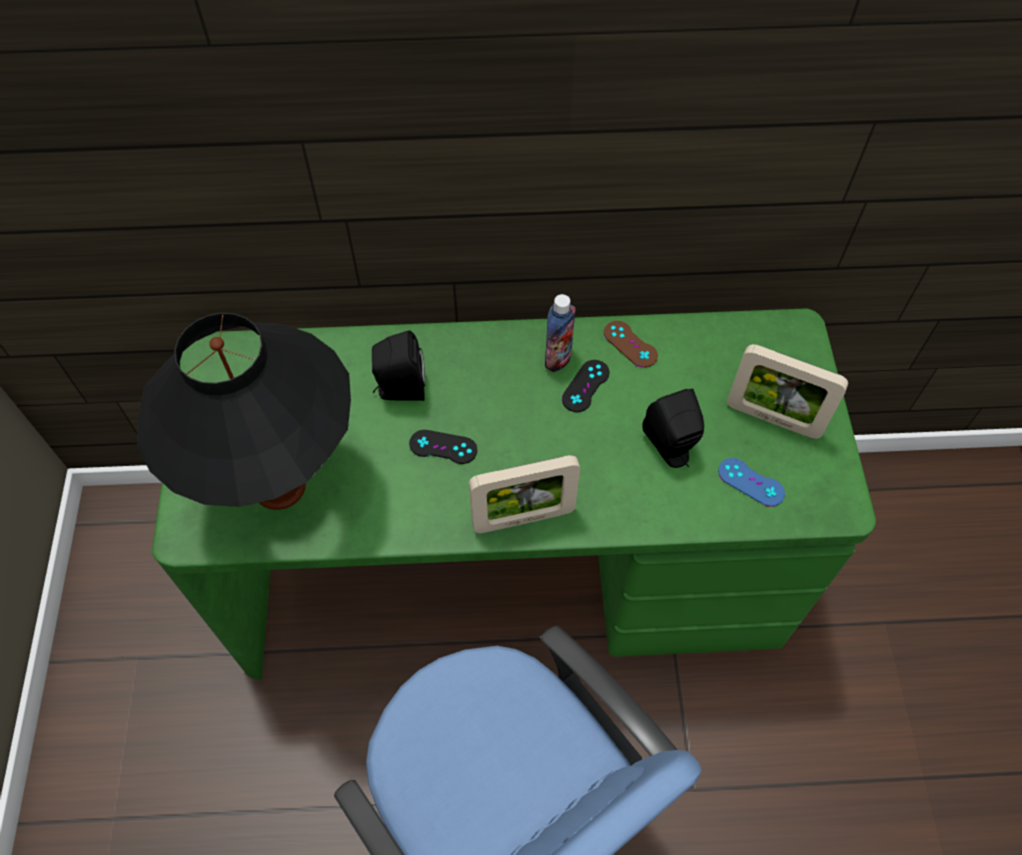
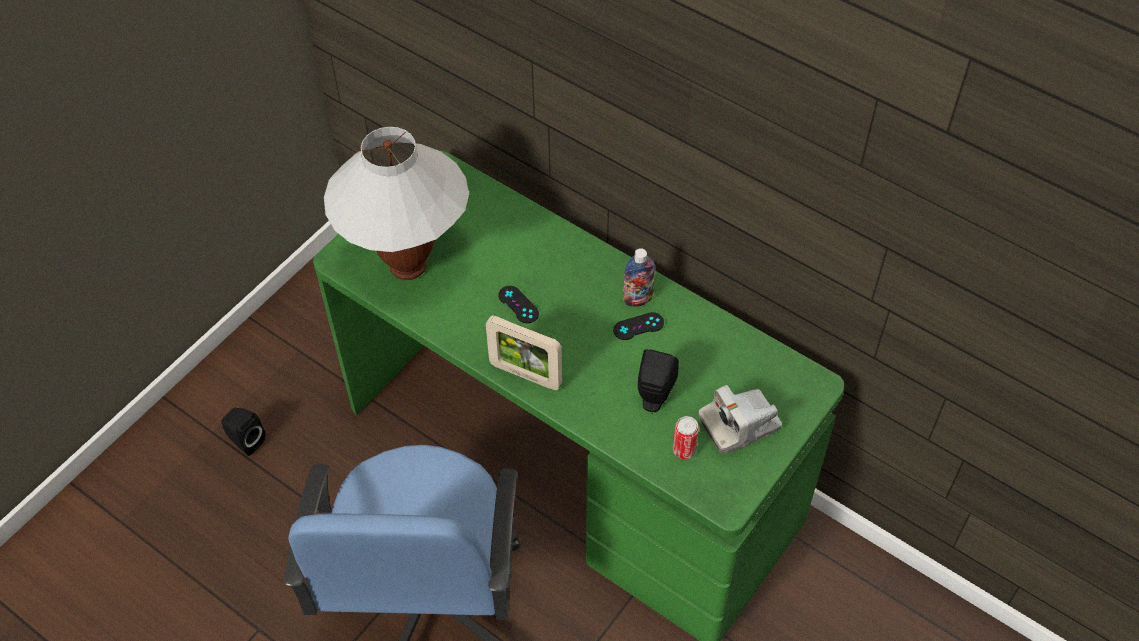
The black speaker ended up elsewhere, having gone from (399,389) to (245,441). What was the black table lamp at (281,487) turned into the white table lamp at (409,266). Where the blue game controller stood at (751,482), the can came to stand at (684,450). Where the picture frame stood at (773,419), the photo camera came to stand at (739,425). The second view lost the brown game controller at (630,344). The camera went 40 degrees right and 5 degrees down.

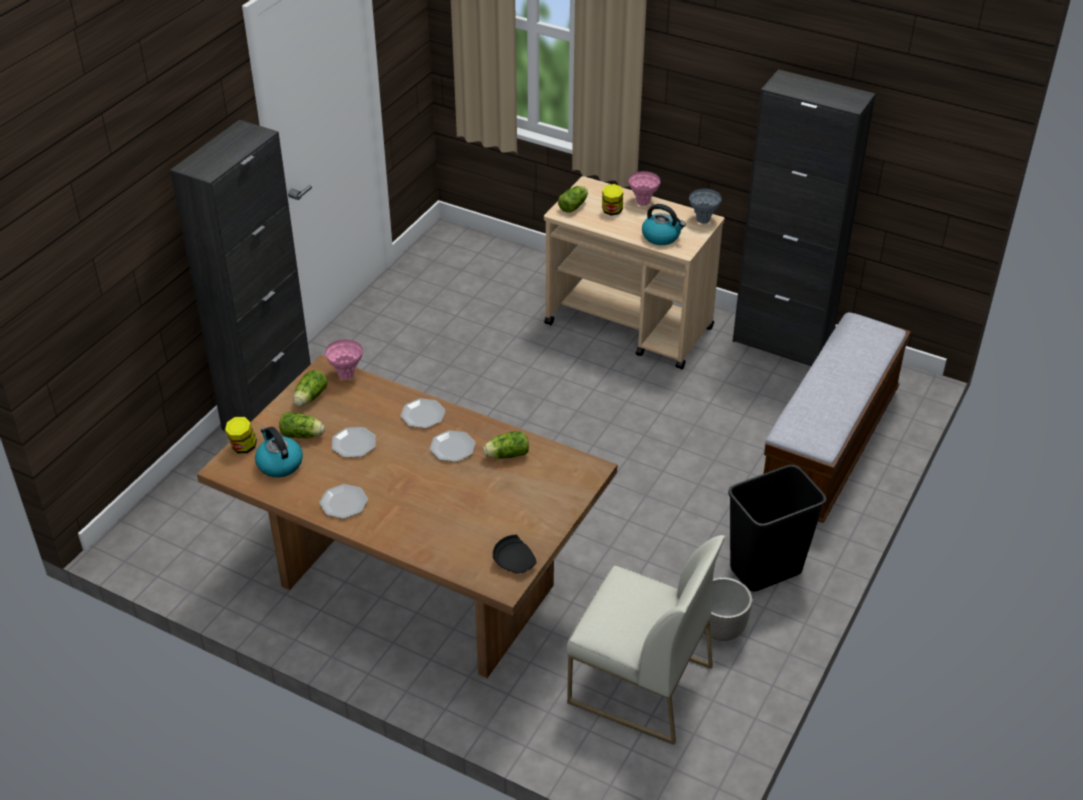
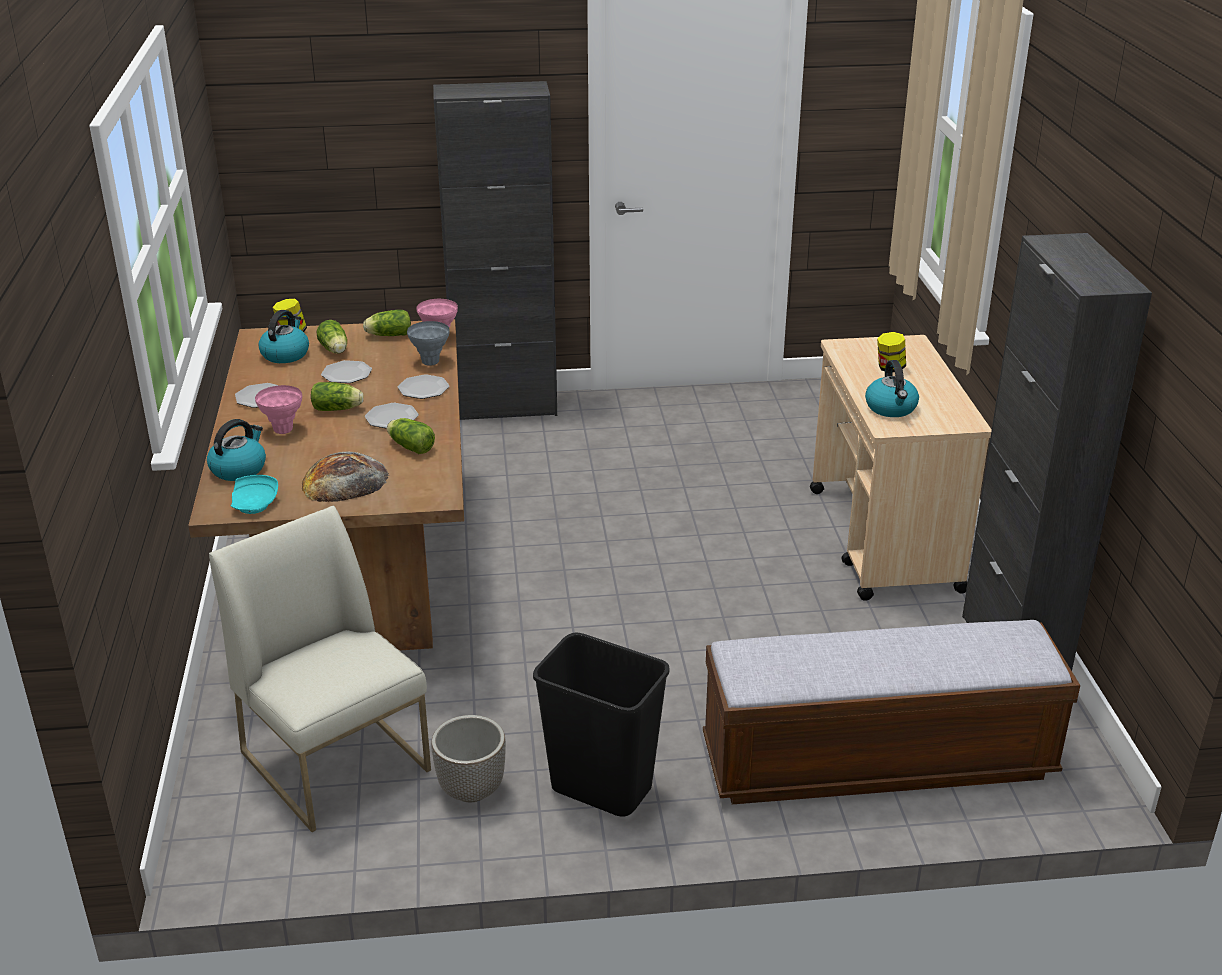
The second view gained the kettle at (239,469). The white chair at (639,685) ended up facing another way, 150 degrees clockwise from before. What was the black plate at (515,562) turned into the turquoise plate at (255,504). The pink vase ended up elsewhere, having gone from (643,202) to (283,430). The second view gained the bread at (345,481). The lettuce ended up elsewhere, having gone from (574,205) to (338,409). The grey vase ended up elsewhere, having gone from (703,220) to (430,362). The camera went 55 degrees right and 10 degrees down.

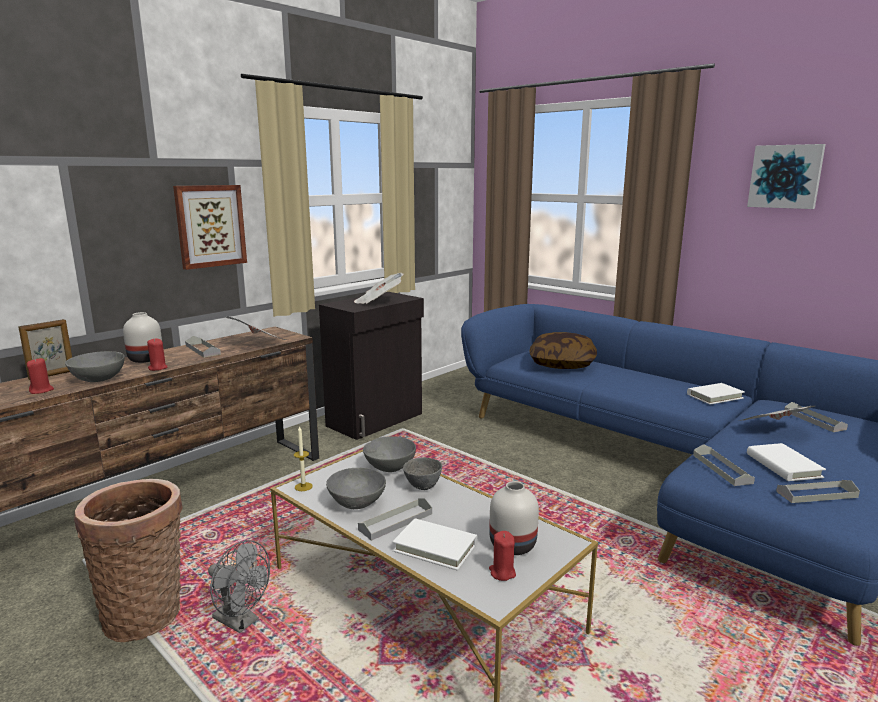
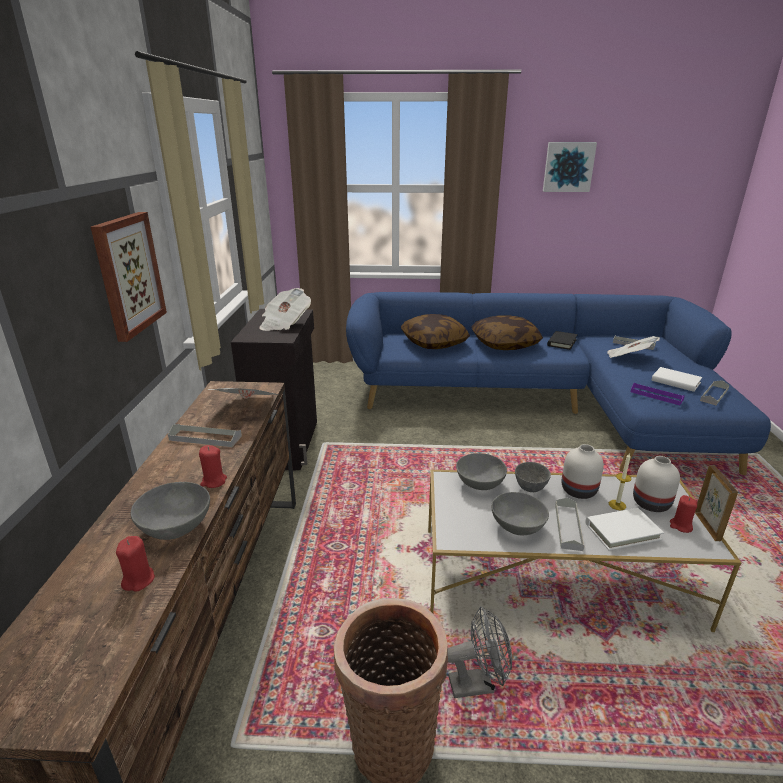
The second view gained the pillow at (505,344). What was the white book at (715,396) turned into the black book at (562,342). The white vase ended up elsewhere, having gone from (146,359) to (577,490). The candle ended up elsewhere, having gone from (303,486) to (617,505). What was the grey tray at (721,469) turned into the purple tray at (656,396). The picture frame ended up elsewhere, having gone from (52,375) to (707,526). The camera went 40 degrees left and 10 degrees up.

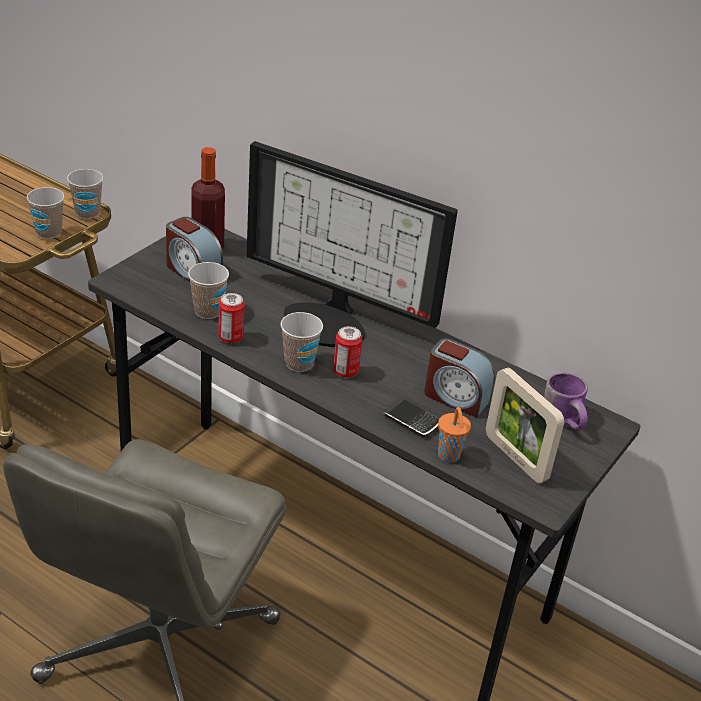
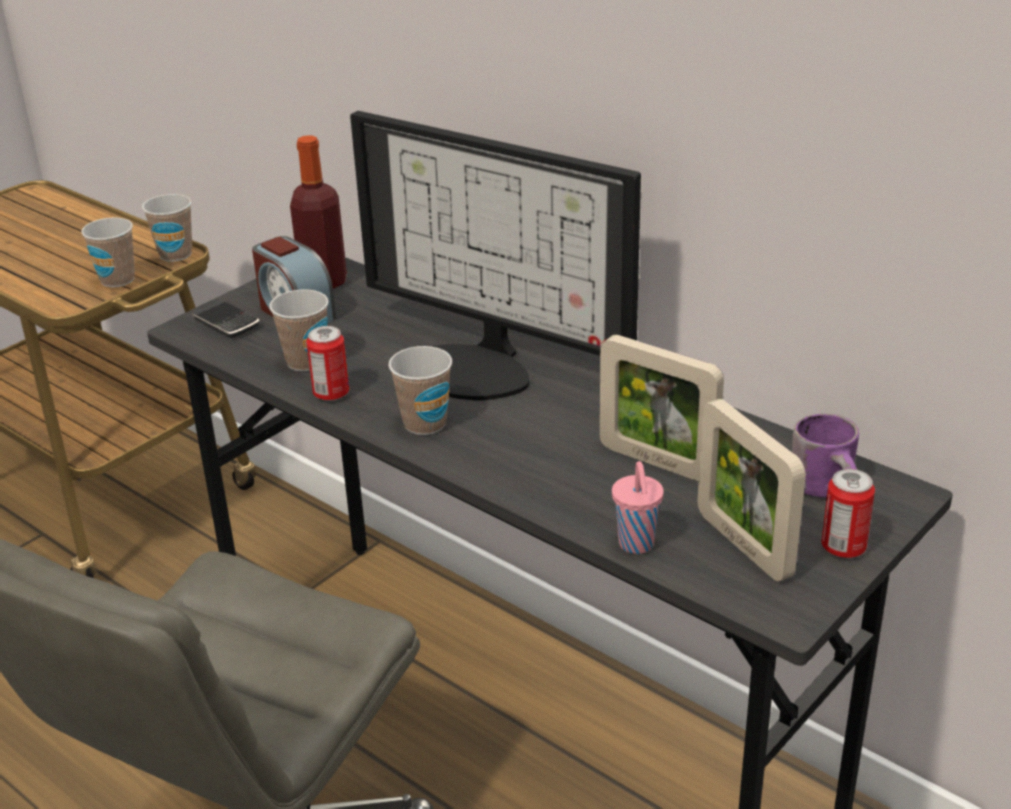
The phone ended up elsewhere, having gone from (411,420) to (226,323). Where the alarm clock stood at (455,397), the picture frame came to stand at (657,462). What was the orange cup at (449,456) turned into the pink cup at (636,545). The can ended up elsewhere, having gone from (345,371) to (843,548). The camera went 10 degrees right and 5 degrees down.

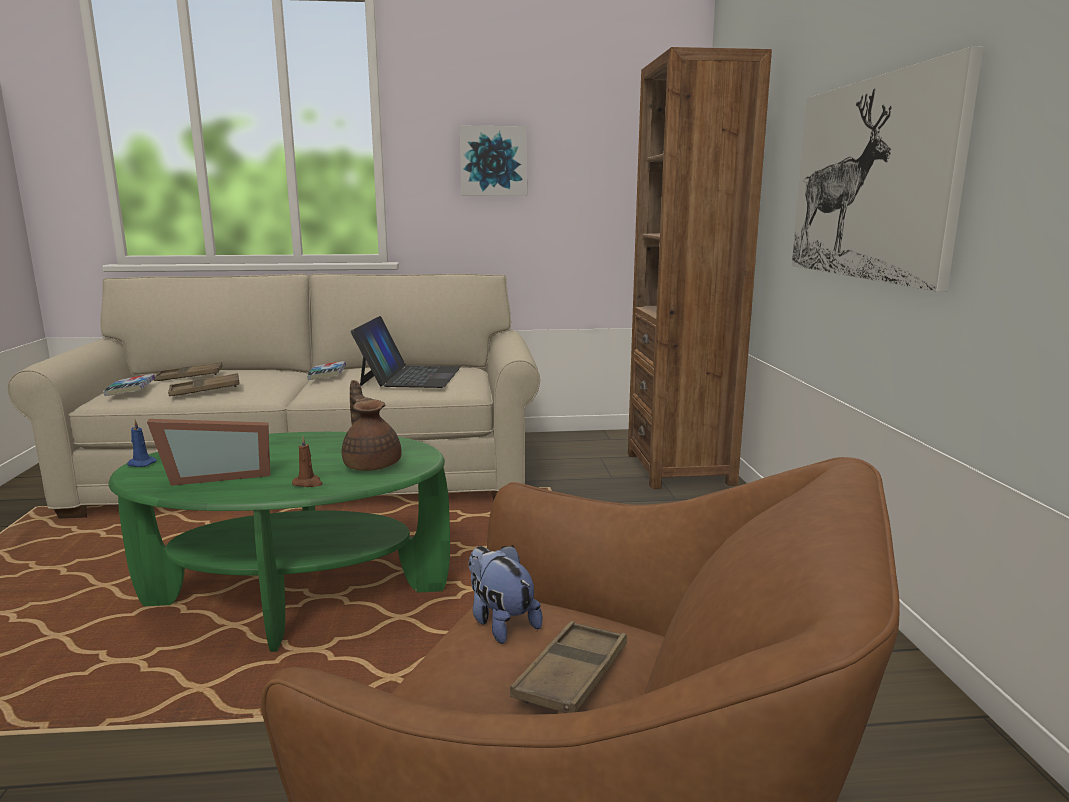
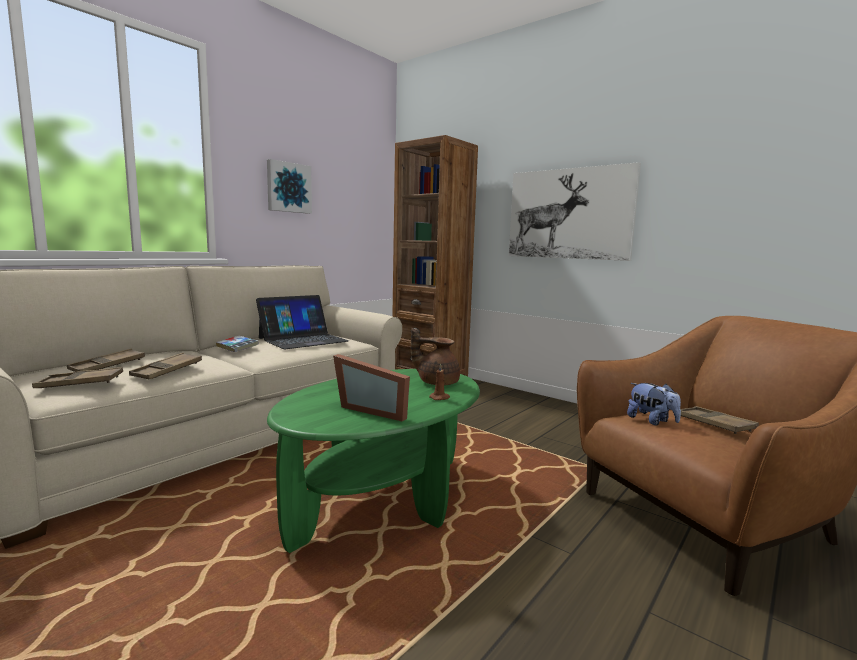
Where the book stood at (130,390), the brown tray came to stand at (80,383). The laptop at (410,376) ended up facing another way, 90 degrees clockwise from before. The picture frame at (217,476) ended up facing another way, 90 degrees clockwise from before. The plush toy at (500,622) ended up facing another way, 135 degrees counterclockwise from before. The second view lost the blue candle at (140,464). The camera went 45 degrees left and 5 degrees down.

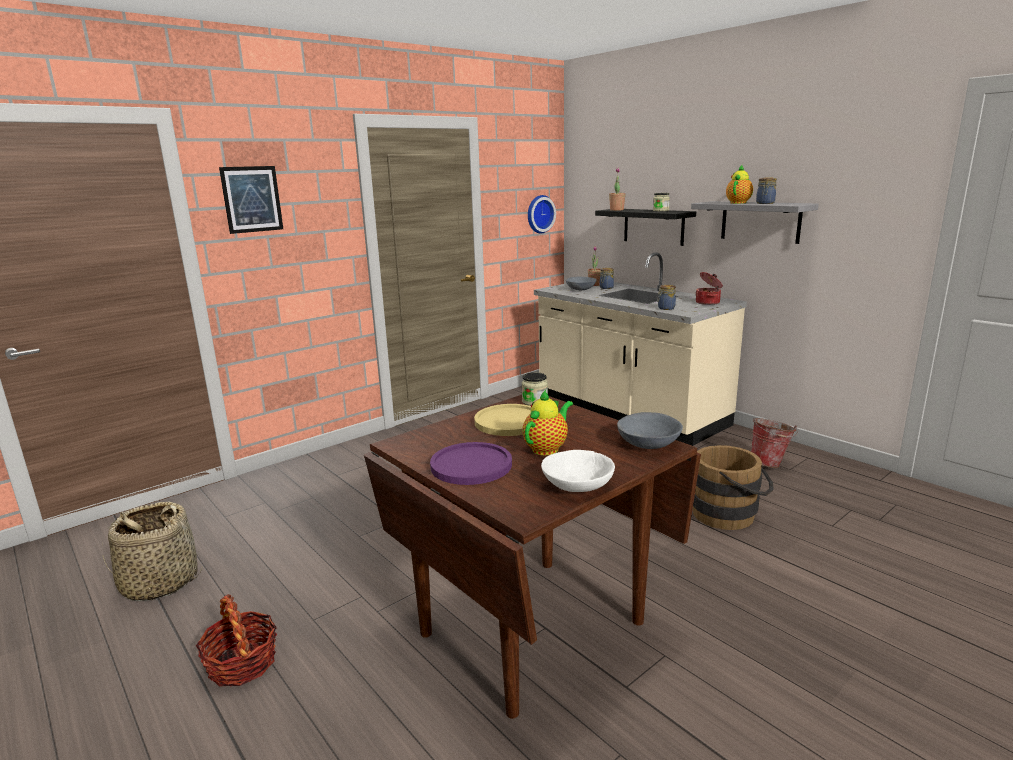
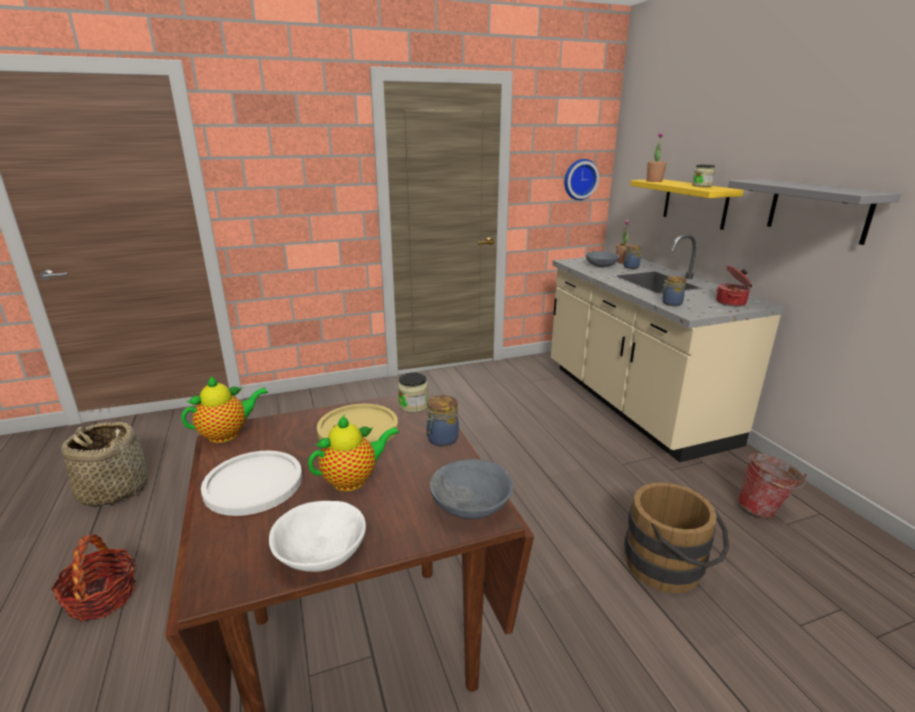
The teapot ended up elsewhere, having gone from (739,203) to (227,434). What was the purple plate at (471,465) turned into the white plate at (253,484). The jar ended up elsewhere, having gone from (765,203) to (441,439). What was the black shelf at (653,226) turned into the yellow shelf at (695,203). The second view lost the picture at (252,199). The camera went 20 degrees right and 5 degrees up.

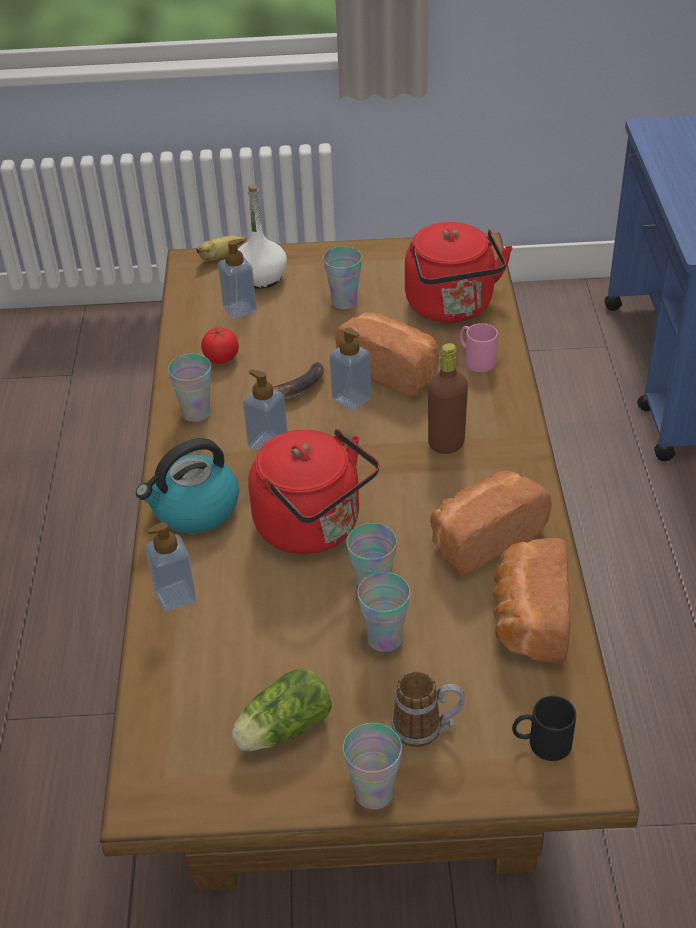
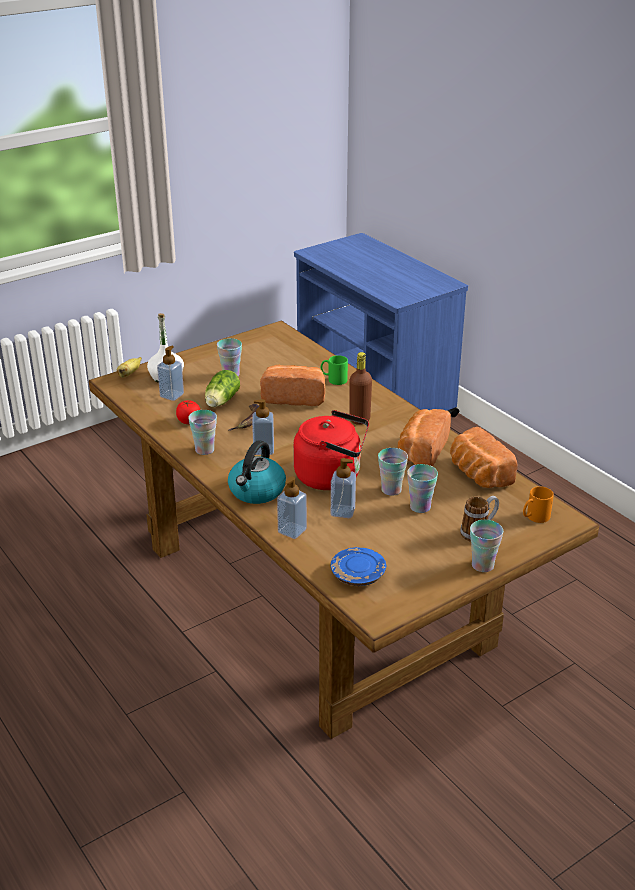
The lettuce ended up elsewhere, having gone from (281,730) to (220,402). What was the pink mug at (475,360) turned into the green mug at (333,379). The soap dispenser ended up elsewhere, having gone from (351,399) to (342,511). The second view gained the blue plate at (358,575). What was the black mug at (541,744) turned into the orange mug at (534,517). The second view lost the red kettle at (452,308). The camera went 35 degrees left and 10 degrees down.

